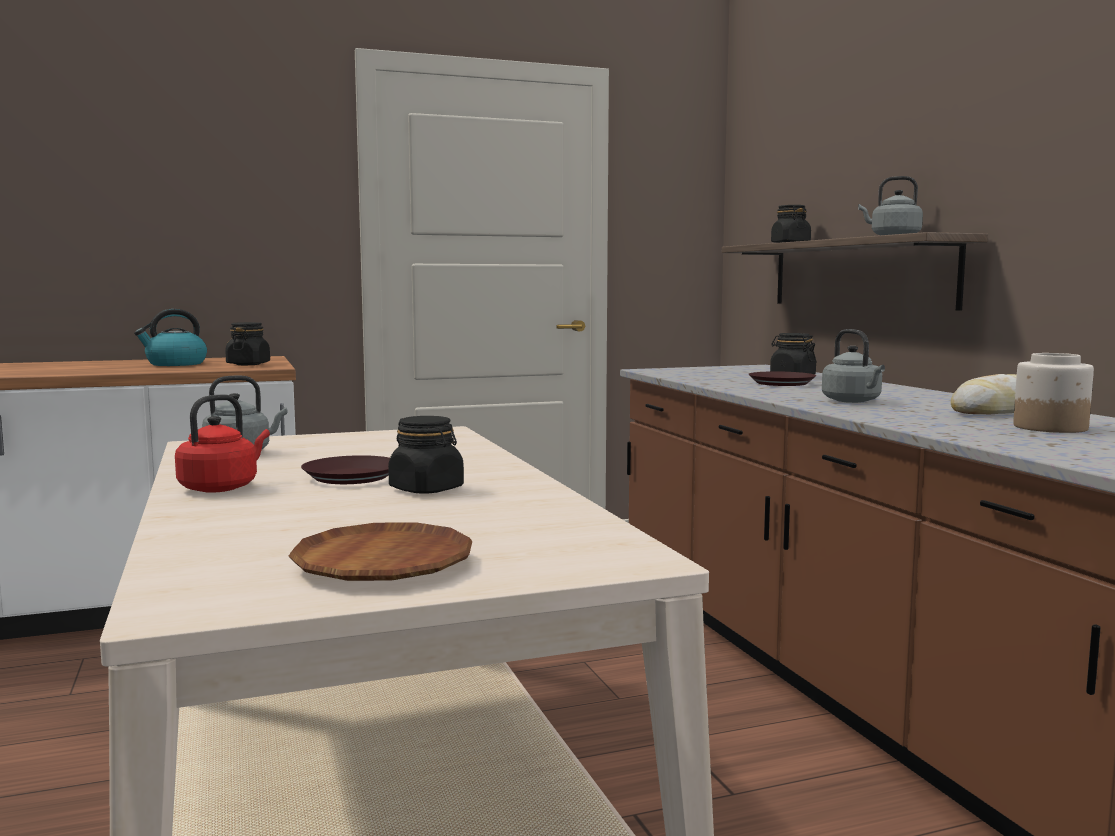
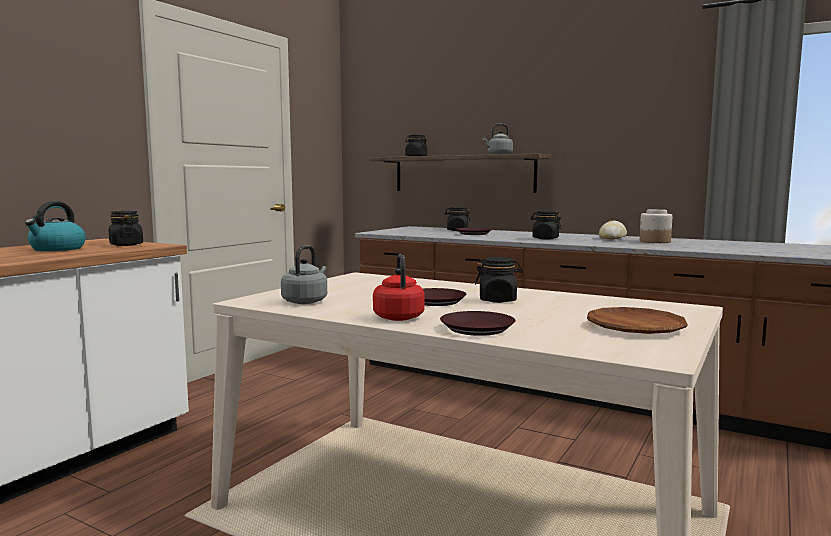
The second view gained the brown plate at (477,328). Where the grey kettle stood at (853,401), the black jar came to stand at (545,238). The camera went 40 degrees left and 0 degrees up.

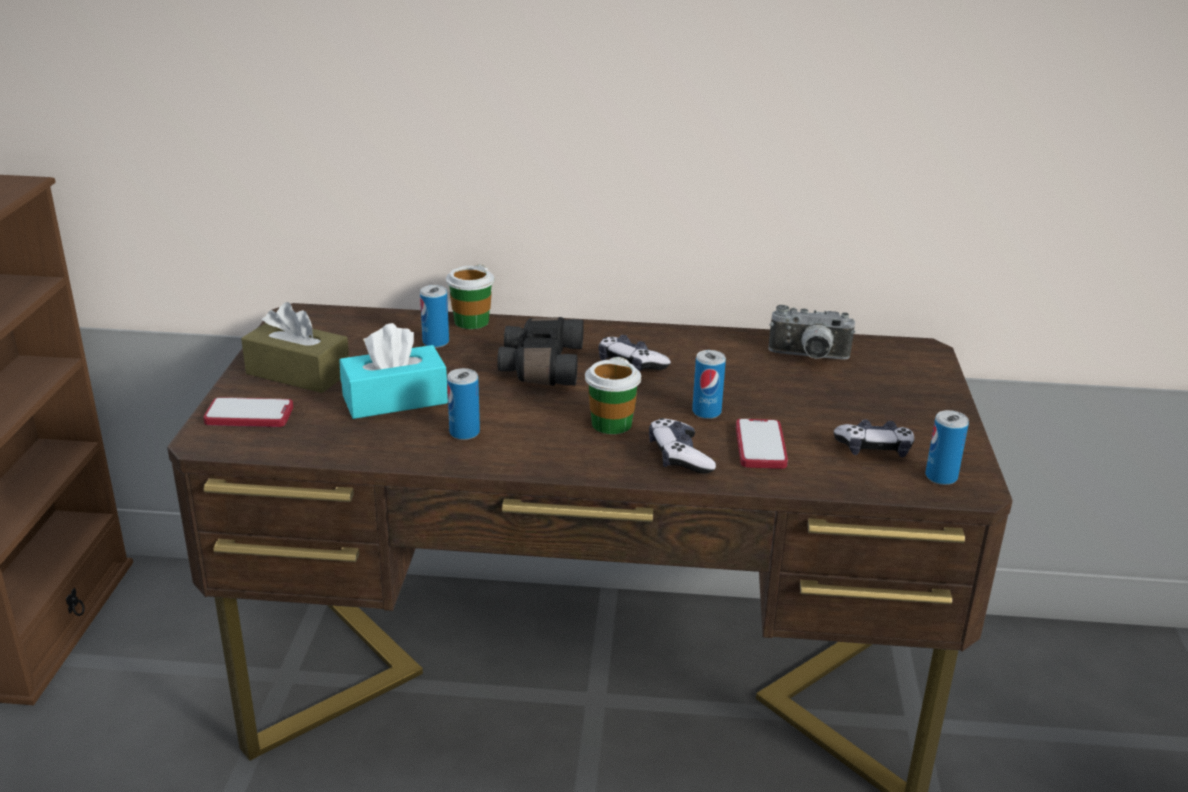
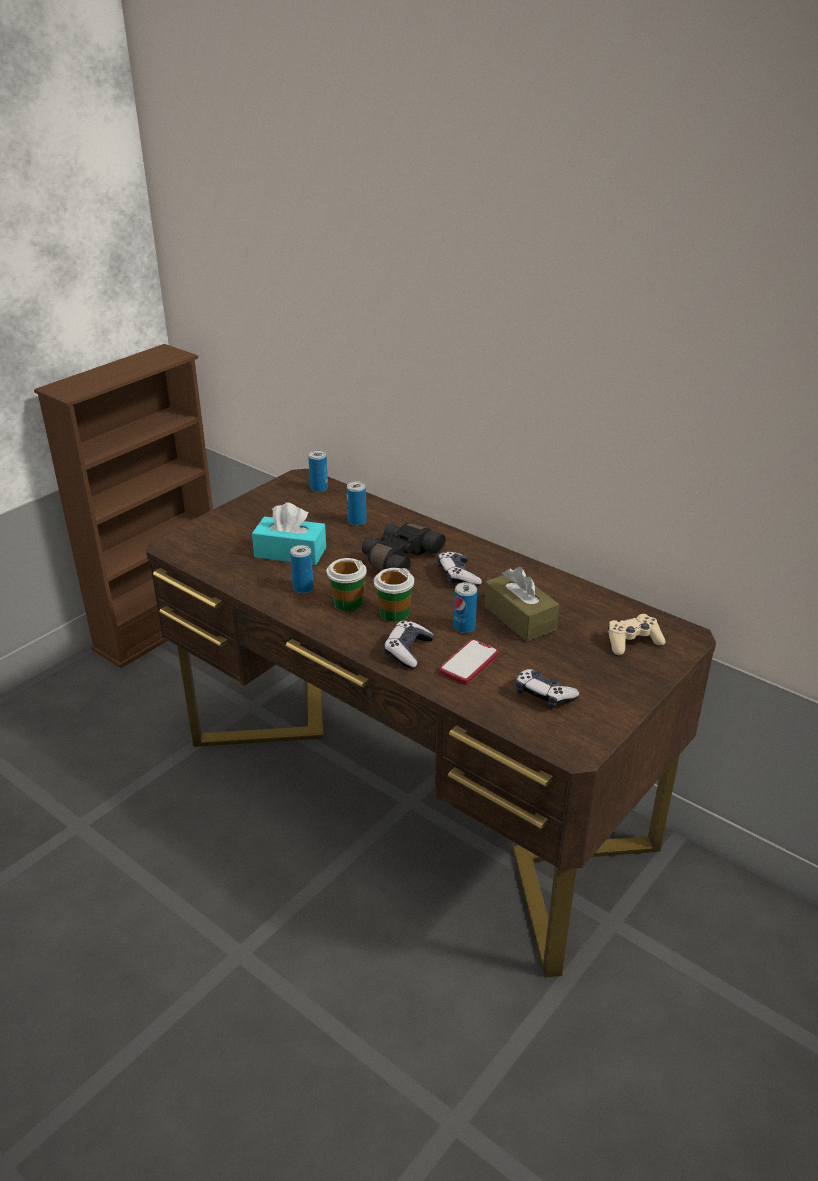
The can ended up elsewhere, having gone from (941,477) to (319,488). The cup ended up elsewhere, having gone from (471,321) to (347,603). The brown tissue box ended up elsewhere, having gone from (298,373) to (520,618). The second view gained the beige game controller at (632,642). The second view lost the phone at (249,415). The second view lost the photo camera at (809,357). The camera went 35 degrees right and 5 degrees up.

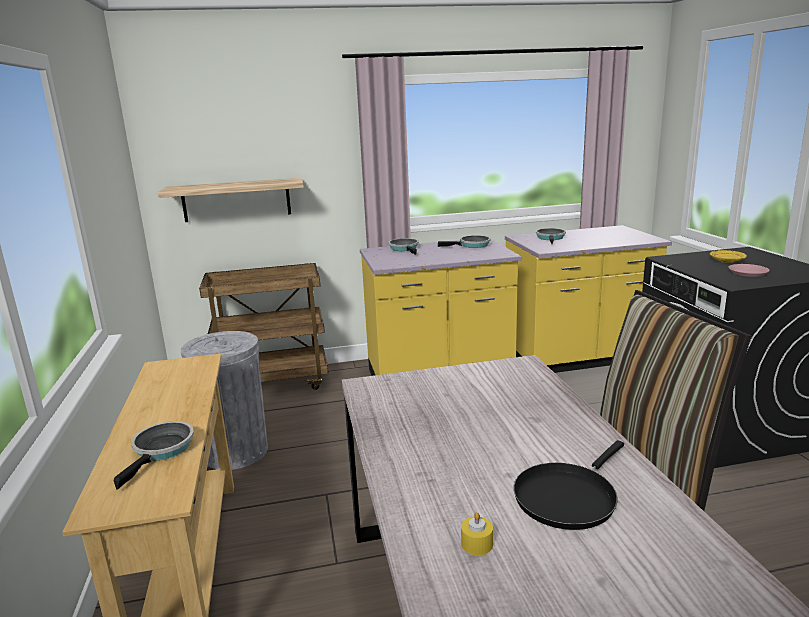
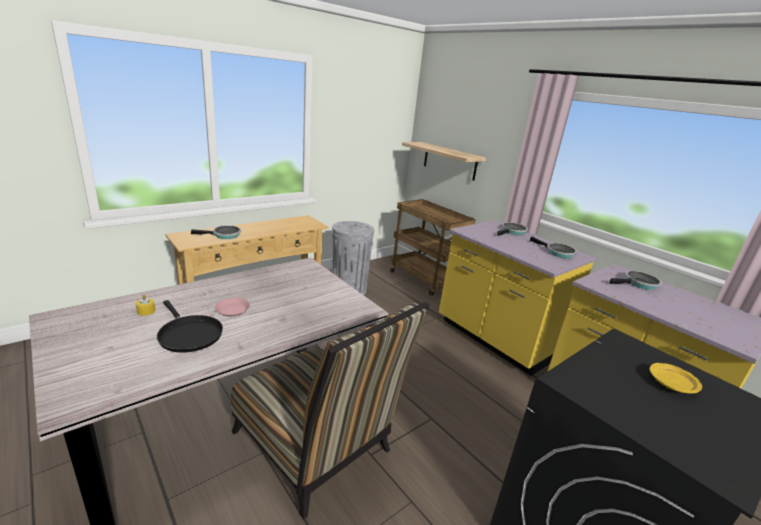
The black frying pan at (568,497) ended up facing another way, 150 degrees counterclockwise from before. The pink plate ended up elsewhere, having gone from (747,273) to (233,309). The camera went 60 degrees right and 5 degrees up.

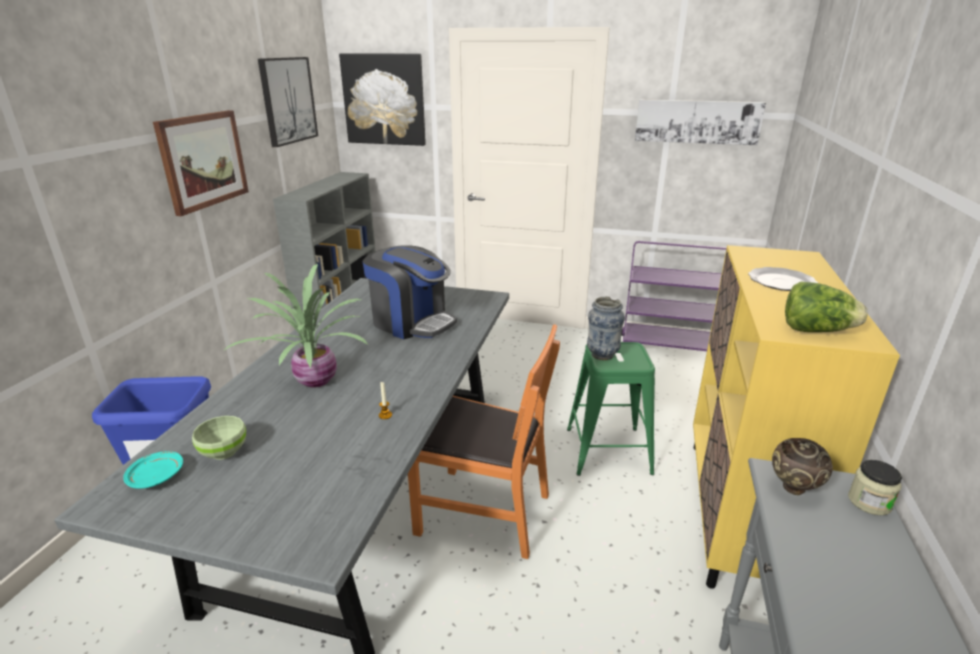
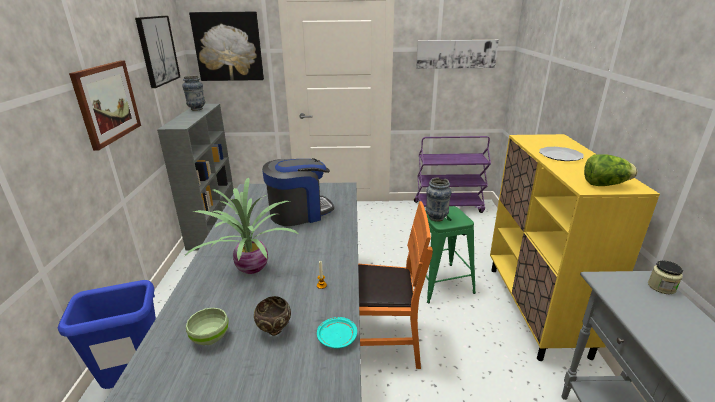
The second view gained the vase at (197,109). The brown bowl ended up elsewhere, having gone from (793,489) to (274,331). The coffee machine at (412,322) ended up facing another way, 45 degrees counterclockwise from before. The turquoise plate ended up elsewhere, having gone from (156,477) to (337,337). The camera went 15 degrees left and 0 degrees up.

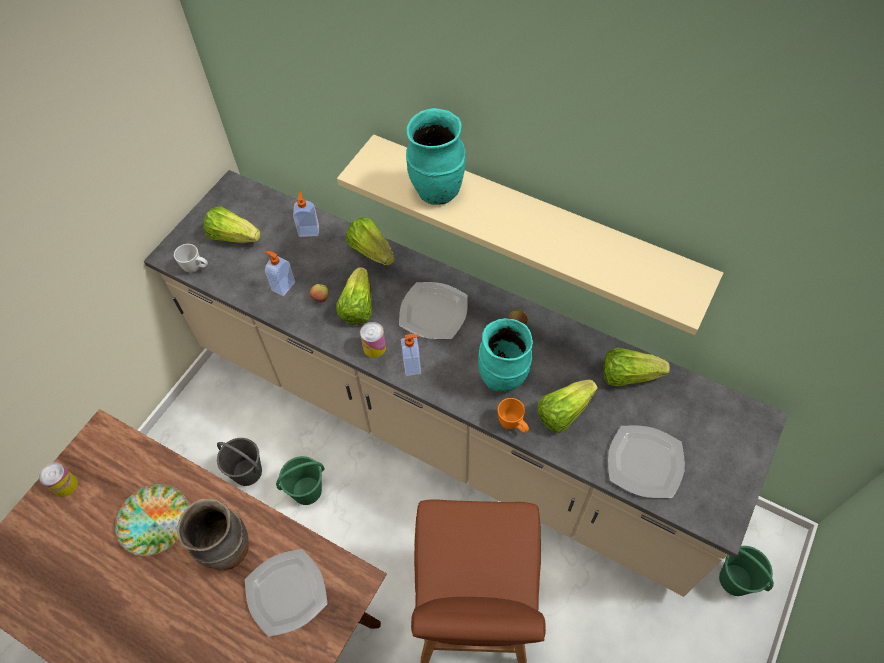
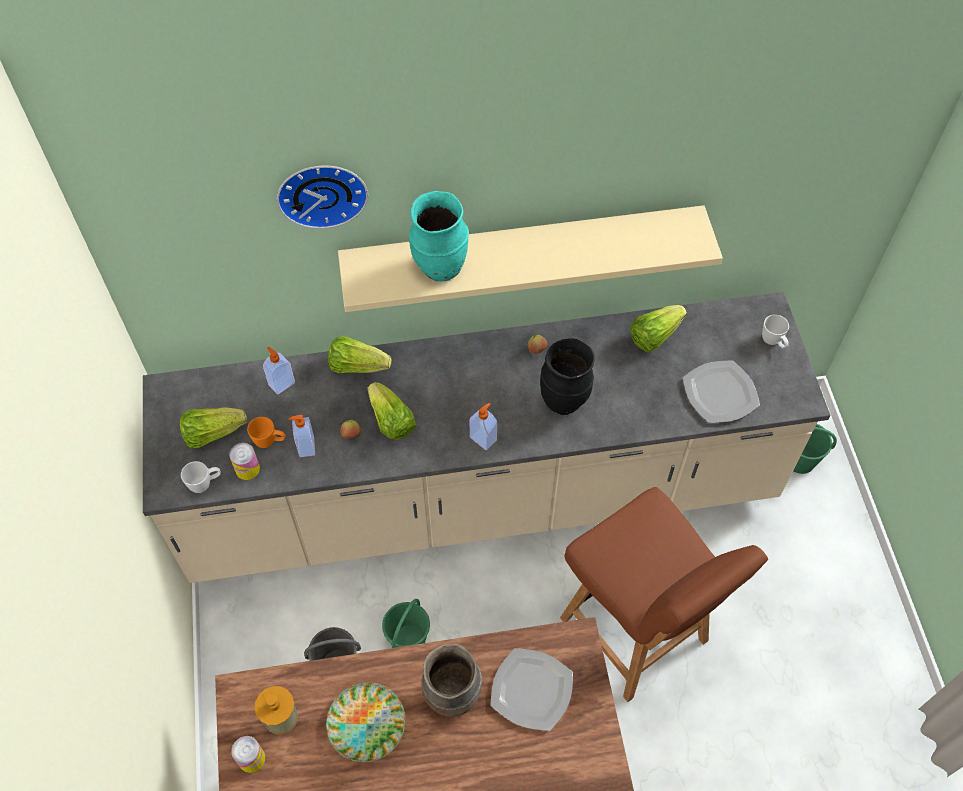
The can ended up elsewhere, having gone from (374,347) to (247,469). The orange mug ended up elsewhere, having gone from (513,425) to (270,442). The second view gained the soap dispenser at (281,717). The second view gained the wall clock at (322,192). What was the turquoise vase at (503,378) turned into the black vase at (564,400). The second view gained the white mug at (773,342). The second view lost the plate at (432,312). The second view lost the lettuce at (563,412). The camera went 40 degrees left and 0 degrees up.

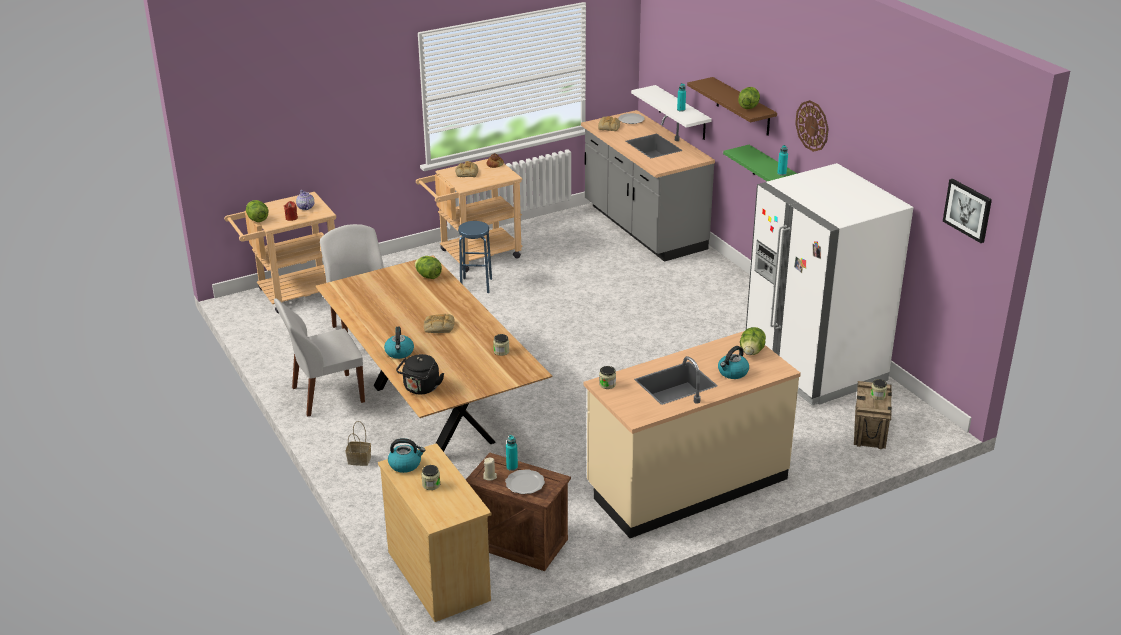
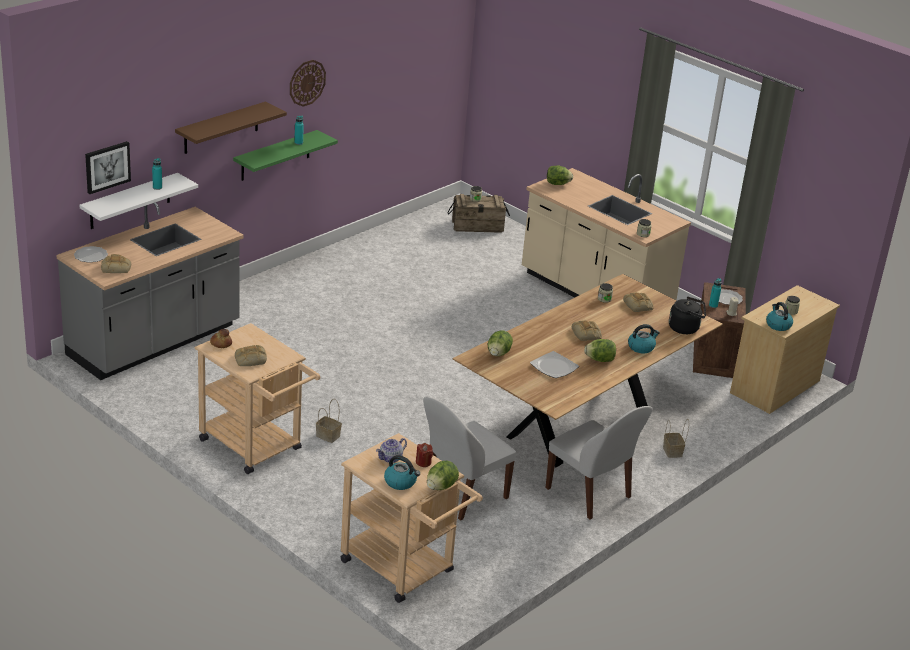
The picture ended up elsewhere, having gone from (968,210) to (107,167). Where the blue stool stood at (476,285), the basket came to stand at (327,436). The kettle ended up elsewhere, having gone from (732,372) to (401,482). The second view gained the plate at (554,367). The lettuce ended up elsewhere, having gone from (748,107) to (600,360). The second view gained the bread at (638,305). The second view lost the white fridge at (814,367). The camera went 110 degrees left and 0 degrees up.

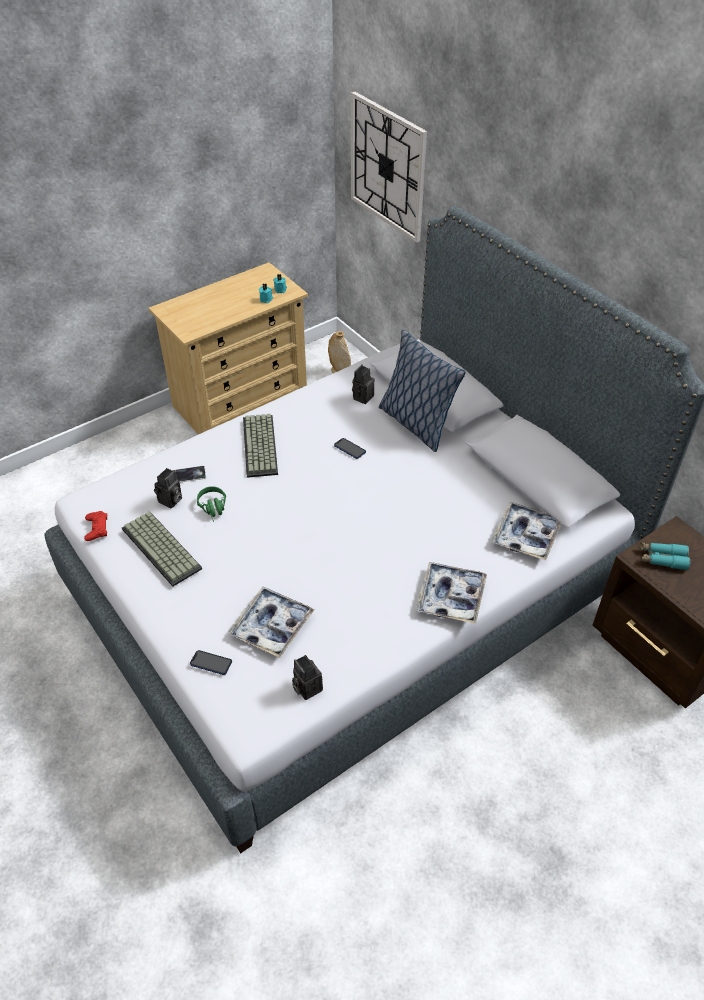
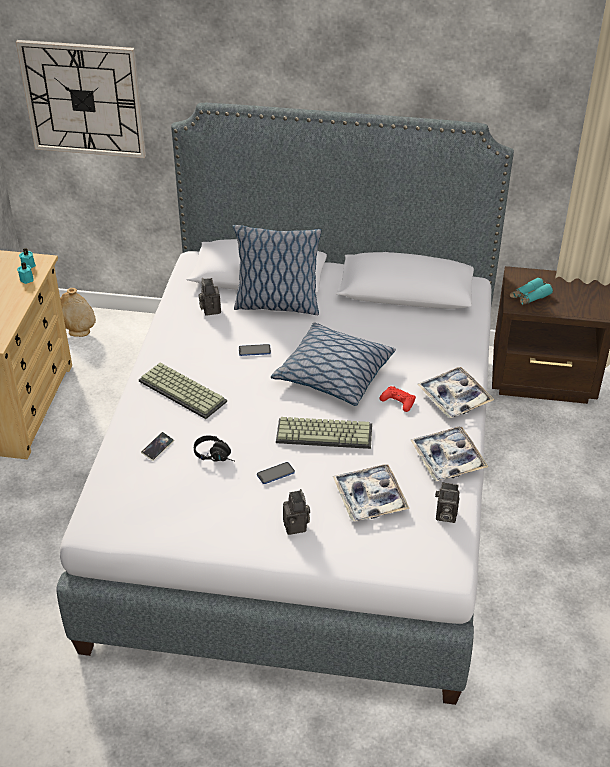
What was the green headphones at (214,509) turned into the black headphones at (216,456). The phone ended up elsewhere, having gone from (211,663) to (275,474). The second view gained the pillow at (333,375). The keyboard ended up elsewhere, having gone from (163,548) to (325,433). The photo camera ended up elsewhere, having gone from (170,501) to (297,526). The red game controller ended up elsewhere, having gone from (96,528) to (398,401). The tray ended up elsewhere, having gone from (526,536) to (448,459). The camera went 45 degrees left and 5 degrees down.

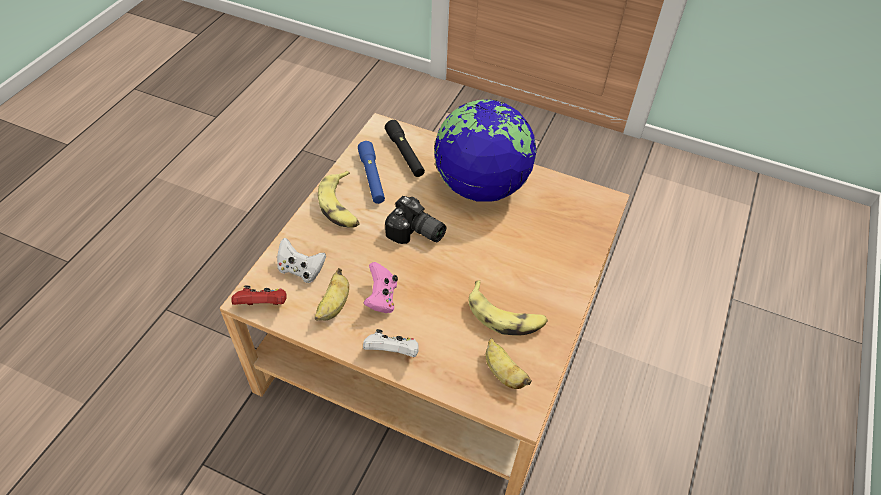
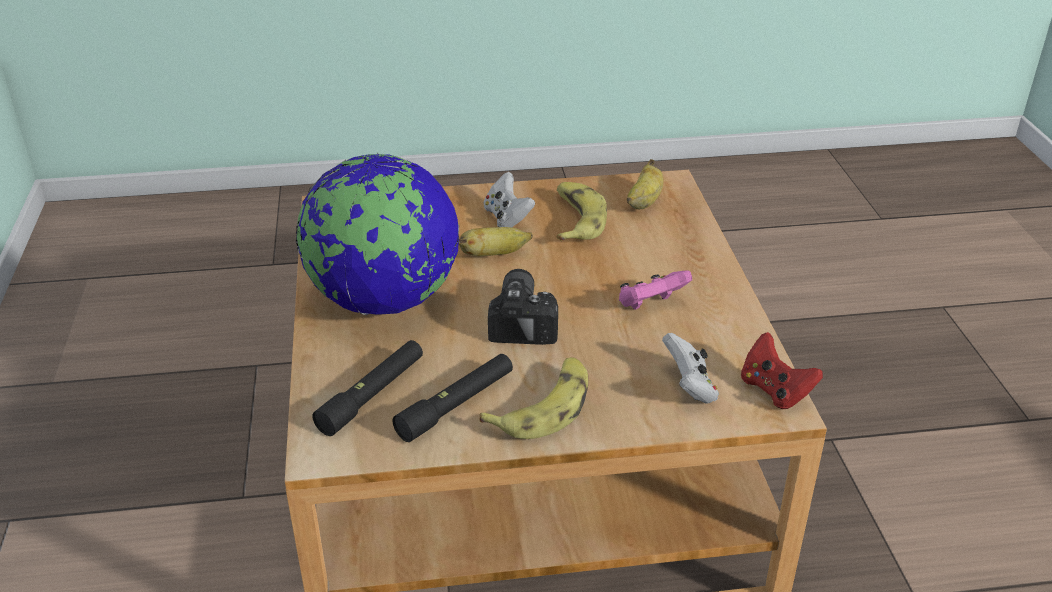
What was the blue flashlight at (372,178) turned into the black flashlight at (456,405). The banana ended up elsewhere, having gone from (334,306) to (494,254). The white game controller ended up elsewhere, having gone from (392,352) to (507,218). The camera went 120 degrees left and 15 degrees down.

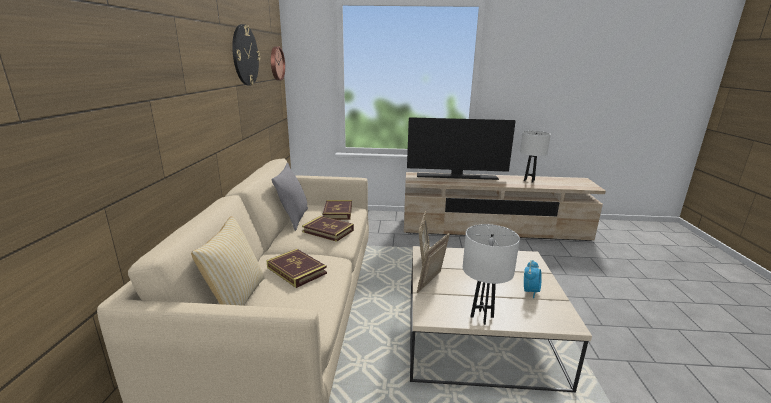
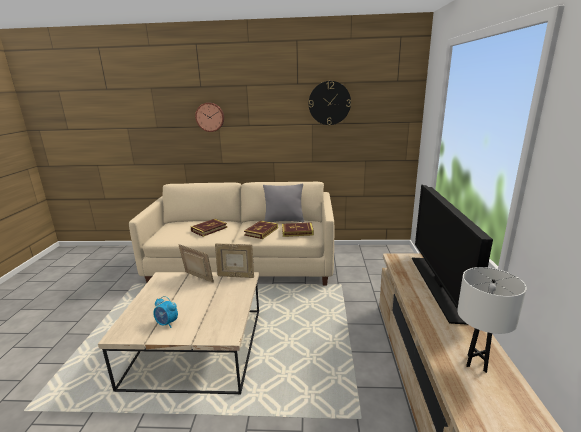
The wall clock ended up elsewhere, having gone from (276,63) to (210,117). The second view lost the pillow at (236,299). The second view lost the white table lamp at (481,317). The camera went 90 degrees right and 0 degrees up.

